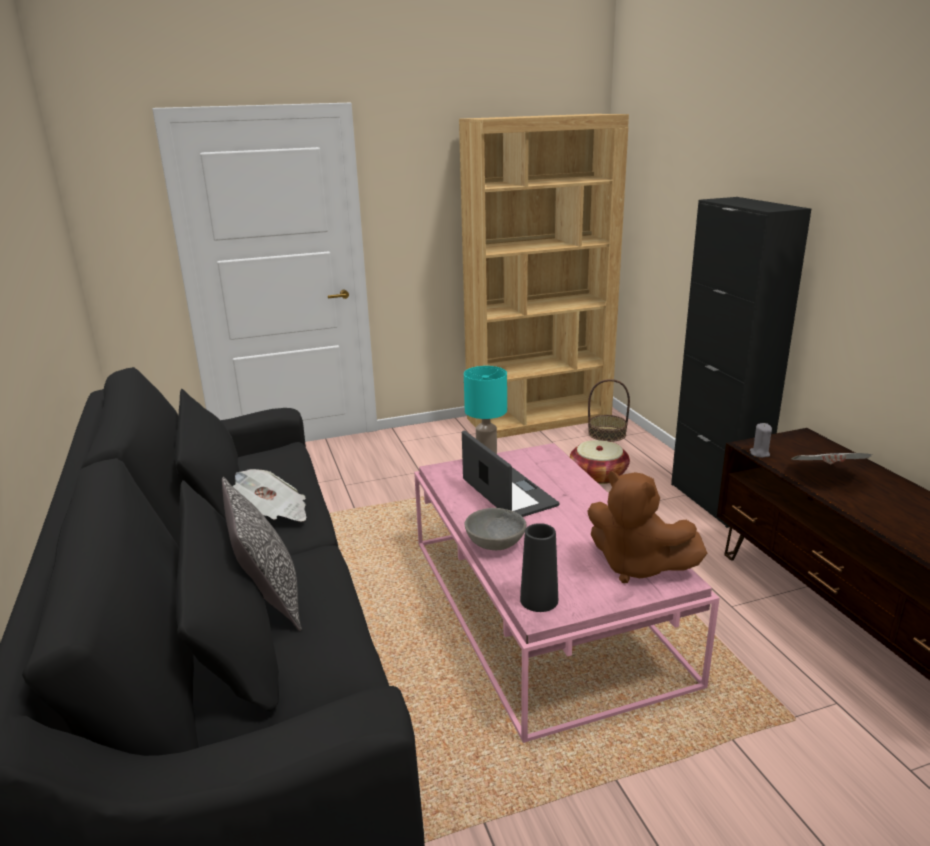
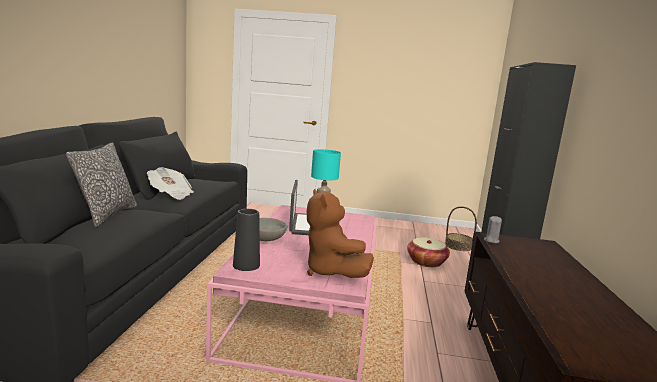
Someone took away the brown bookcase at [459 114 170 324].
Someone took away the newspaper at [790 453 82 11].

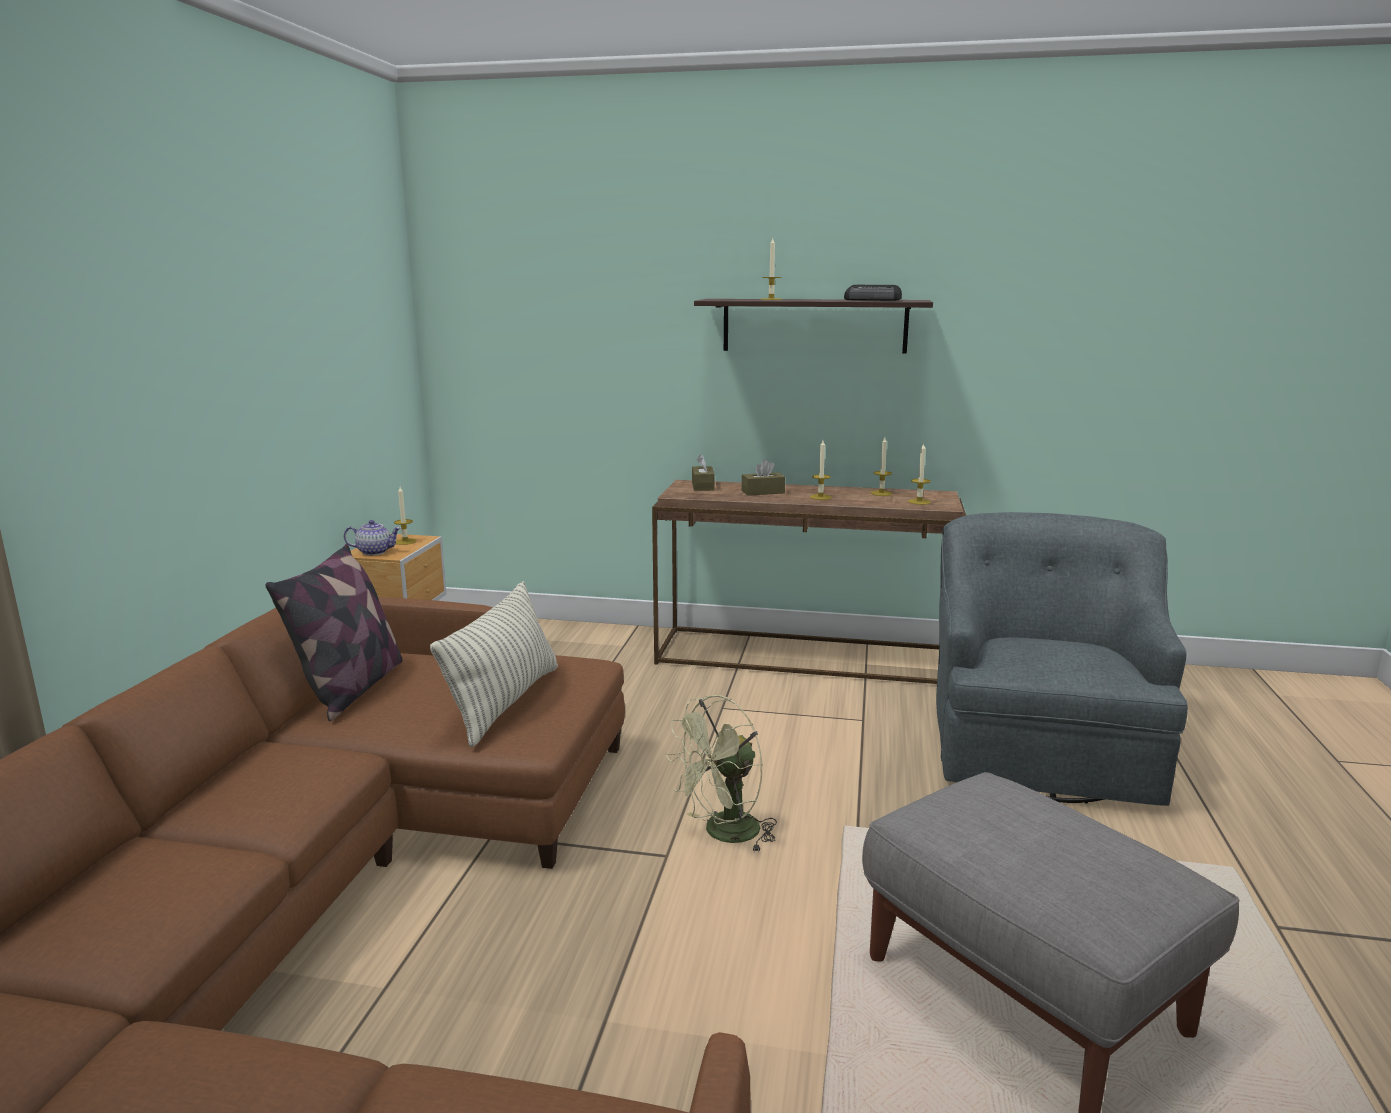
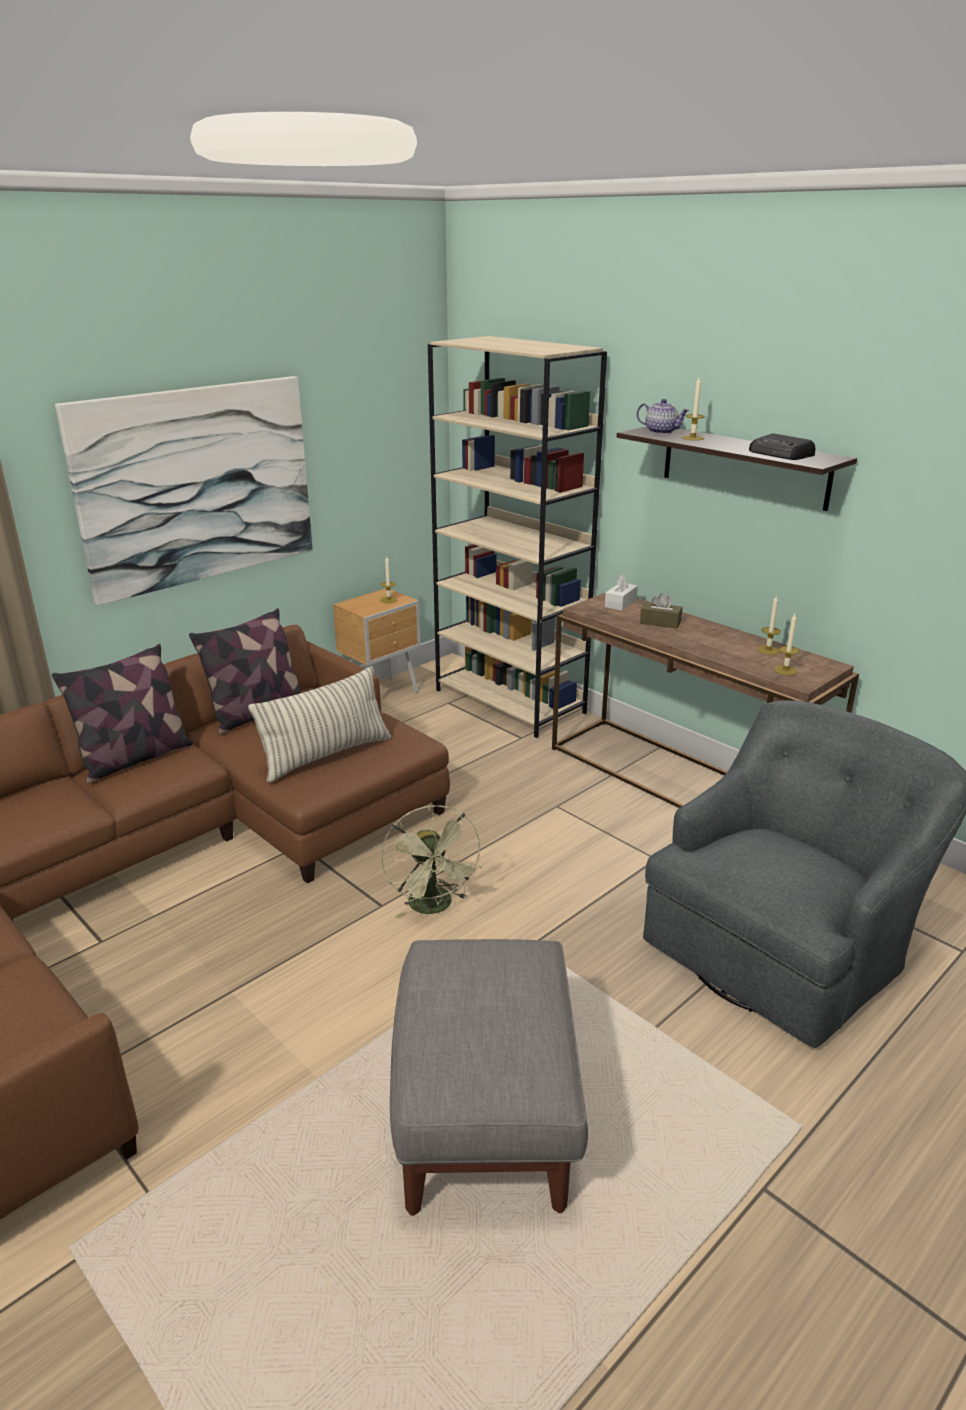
Someone took away the candle at [810 440 21 60].
Someone repainted the brown tissue box at [692 454 23 37], which became the white tissue box at [605 574 33 37].
Someone carried the teapot from [344 520 57 35] to [637 399 53 35].
Someone rotated the green fan at [666 695 111 158] by 105 degrees counterclockwise.
Someone put down the beige bookcase at [428 336 179 402].
Someone put up the picture at [55 376 258 230].
Someone put down the pillow at [52 644 141 140].

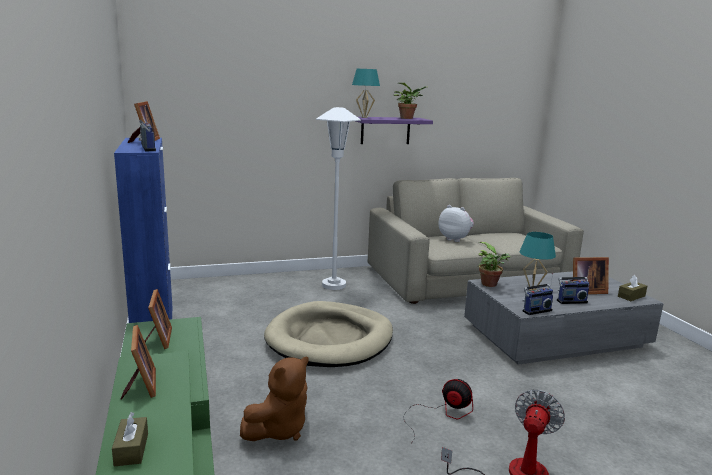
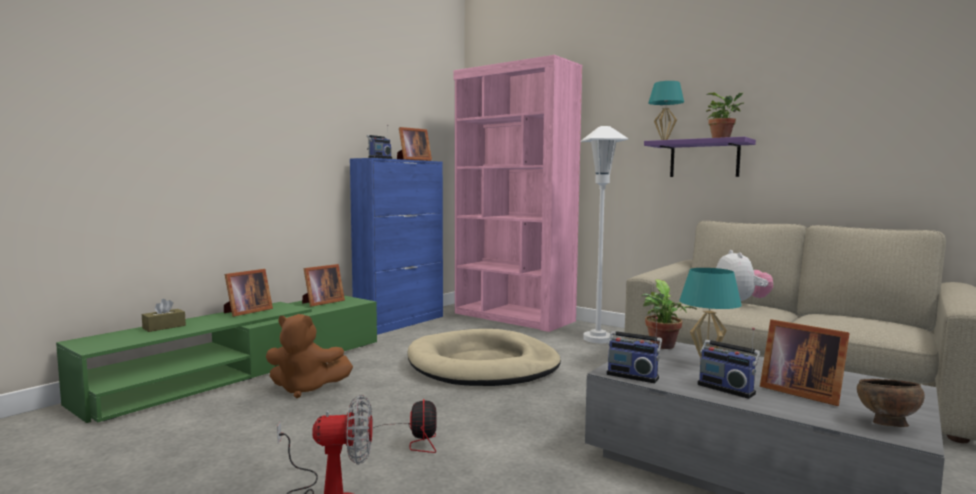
Someone swapped the brown tissue box at [618 275 29 26] for the brown bowl at [857 379 68 48].
Someone put down the pink bookcase at [453 55 129 277].

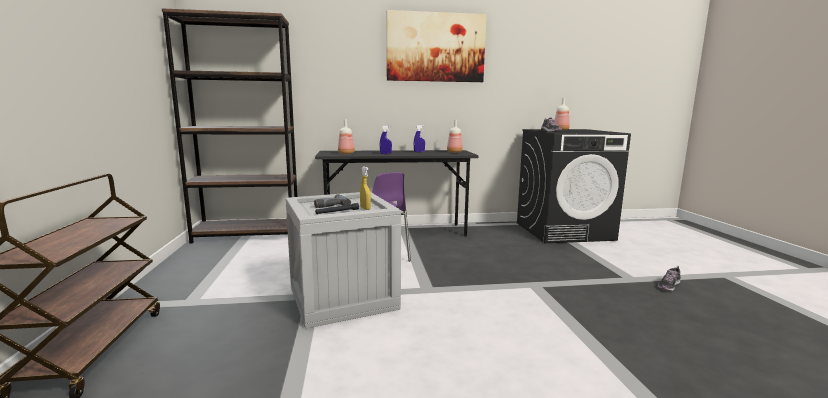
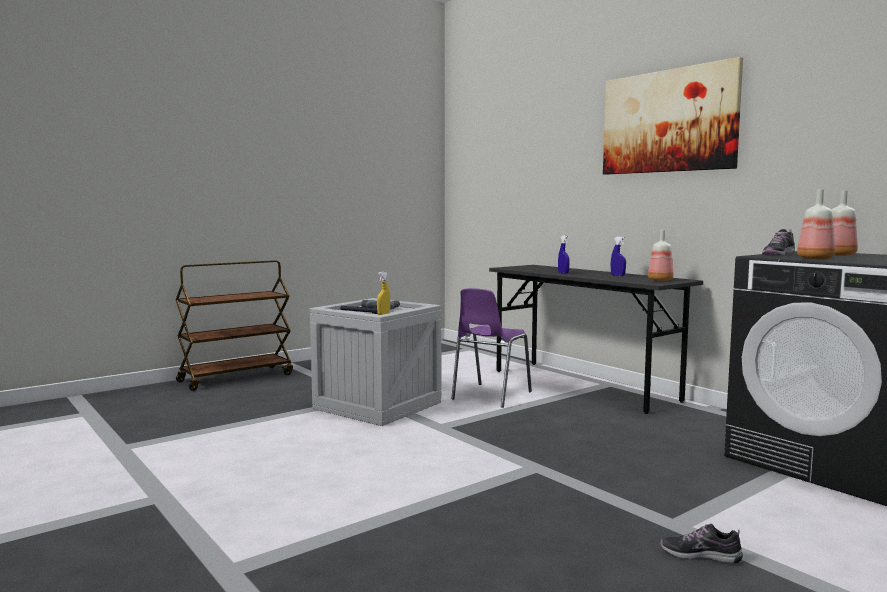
Someone took away the brown bookcase at [162 8 136 236].
Someone carried the bottle from [338 119 17 35] to [797 189 38 71].

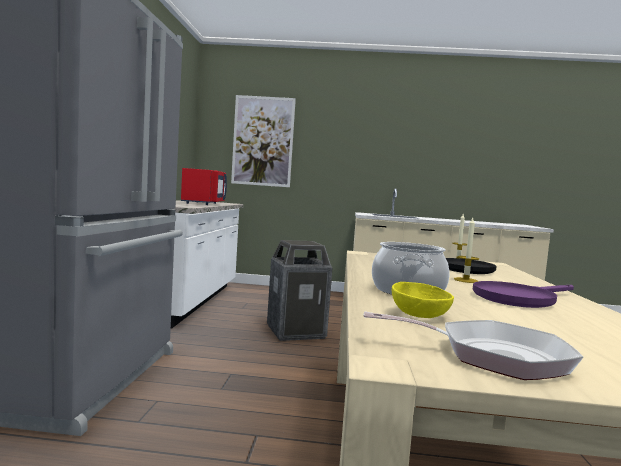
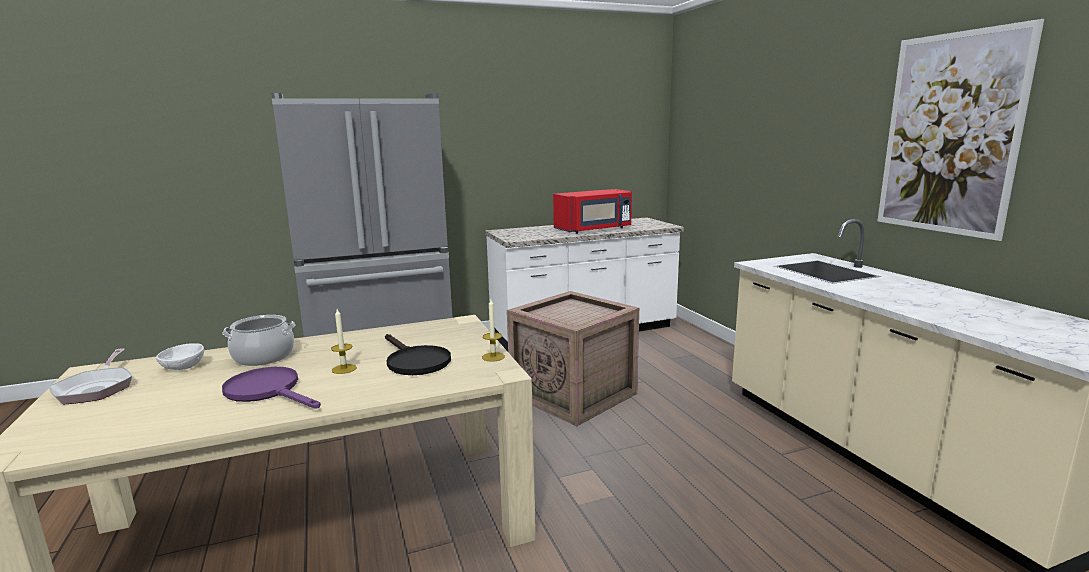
Someone carried the picture from [231 95 65 92] to [877 19 167 222].
Someone swapped the trash can at [267 240 65 101] for the crate at [507 291 132 135].
Someone repainted the yellow bowl at [392 282 62 36], which became the white bowl at [156 343 48 27].

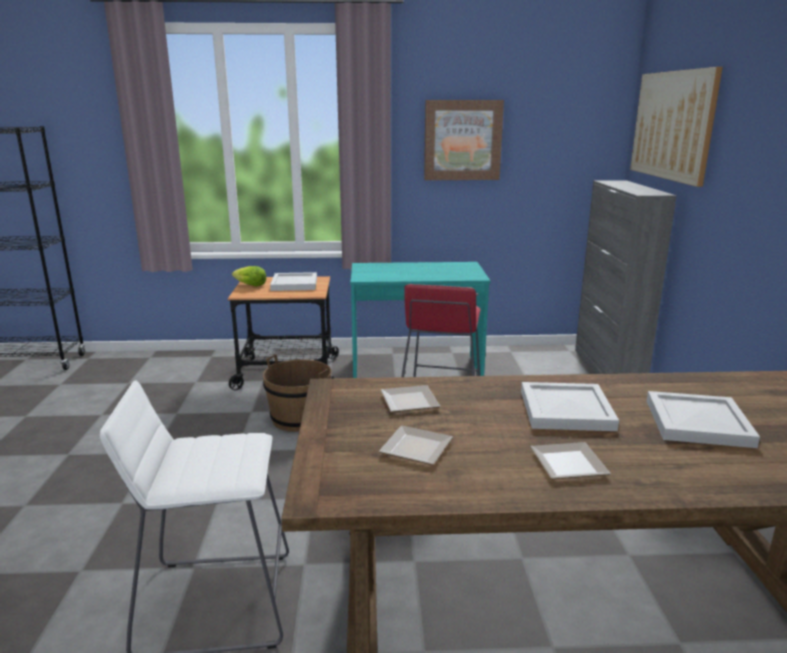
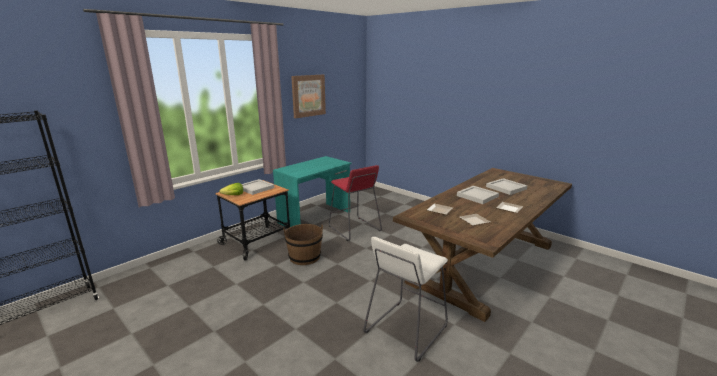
Someone took away the picture at [630 67 93 120].
Someone took away the grey cabinet at [575 180 102 194].

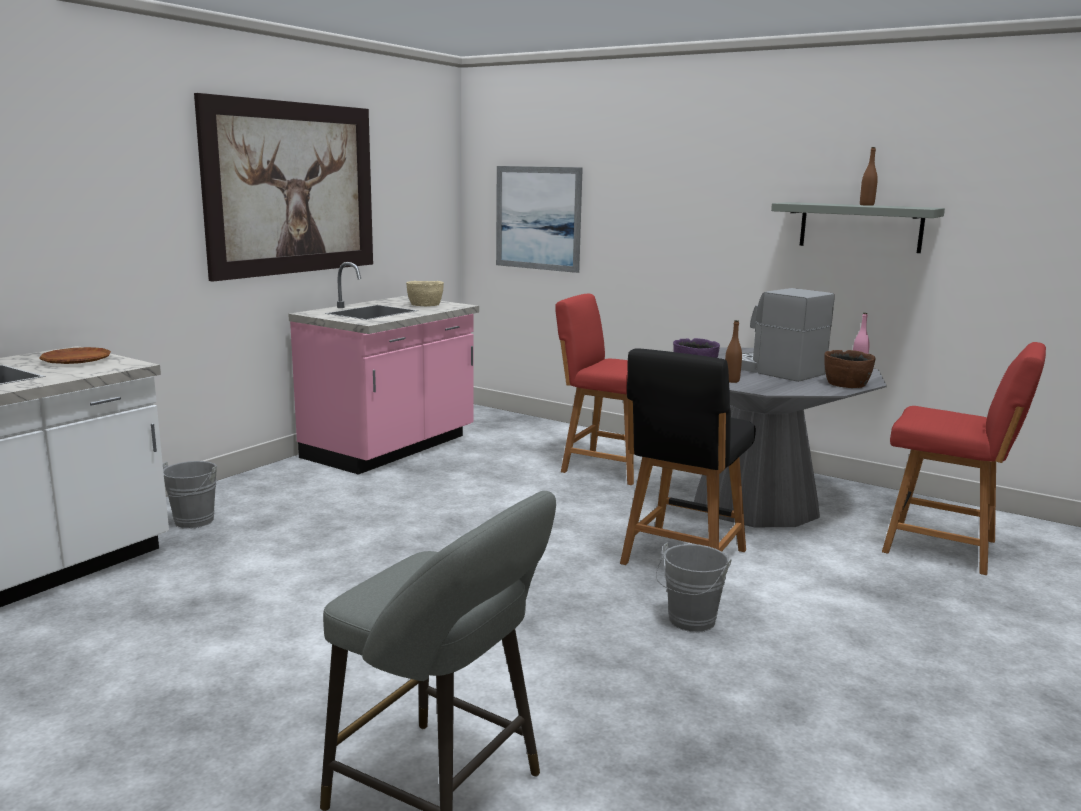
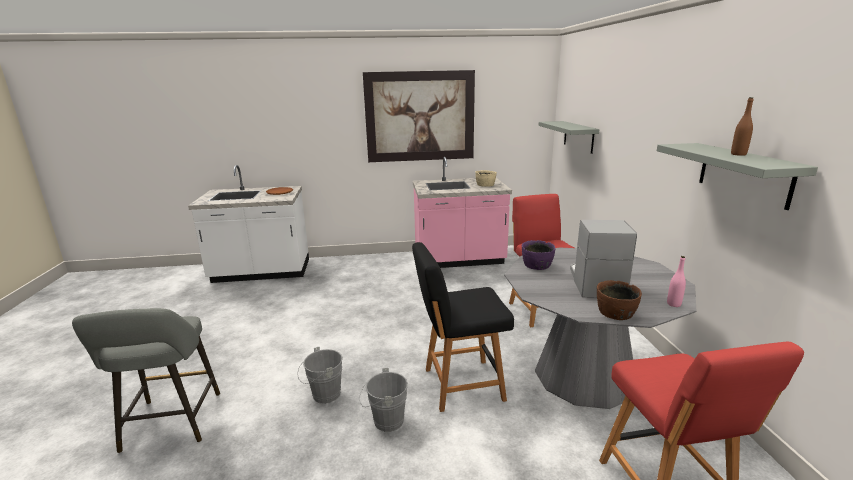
Someone swapped the picture at [496 166 87 107] for the grey shelf at [538 121 62 33].
Someone took away the brown bottle at [725 320 17 63].
Someone carried the grey bucket from [163 461 54 68] to [298 347 45 57].

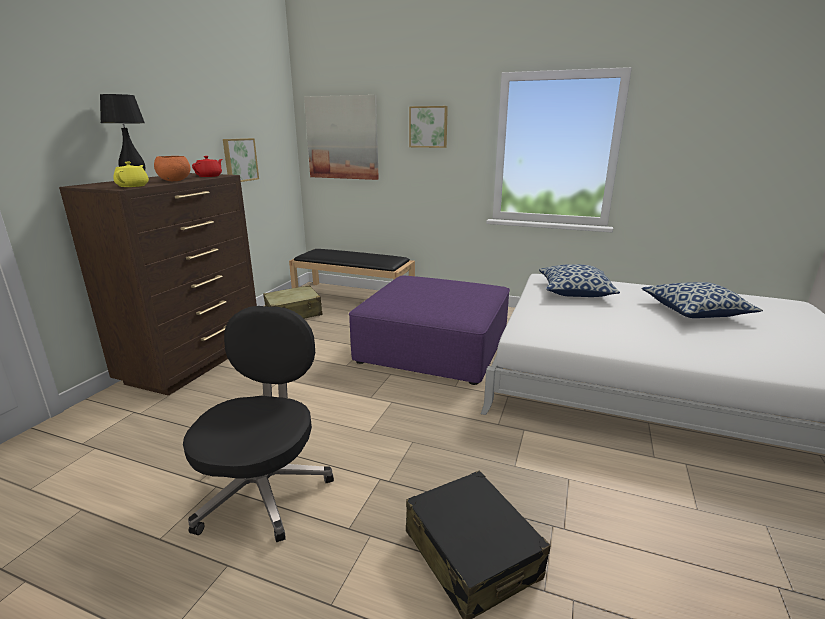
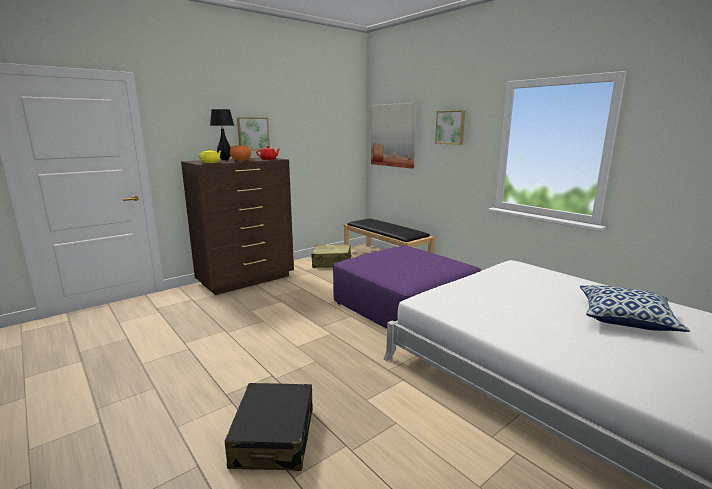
Someone carried the picture from [223 138 36 44] to [237 117 33 34].
Someone took away the pillow at [539 264 81 33].
Someone took away the black office chair at [183 306 151 236].

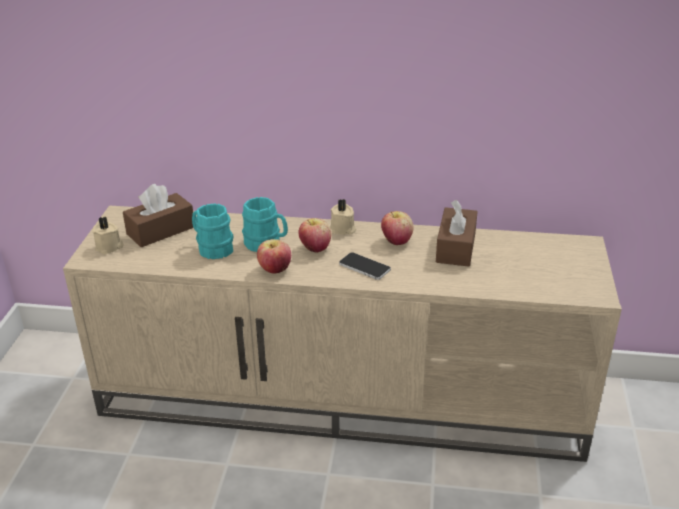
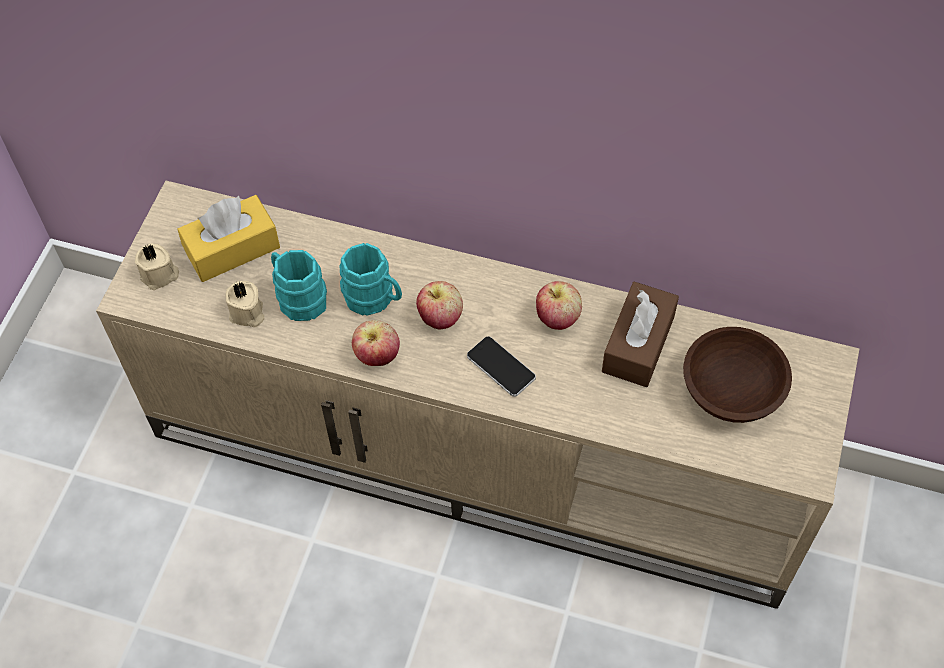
Someone repainted the brown tissue box at [123 184 70 63], which became the yellow tissue box at [177 195 103 87].
Someone carried the beige candle from [330 199 26 36] to [226 281 38 46].
Someone put down the brown bowl at [683 327 109 96].

